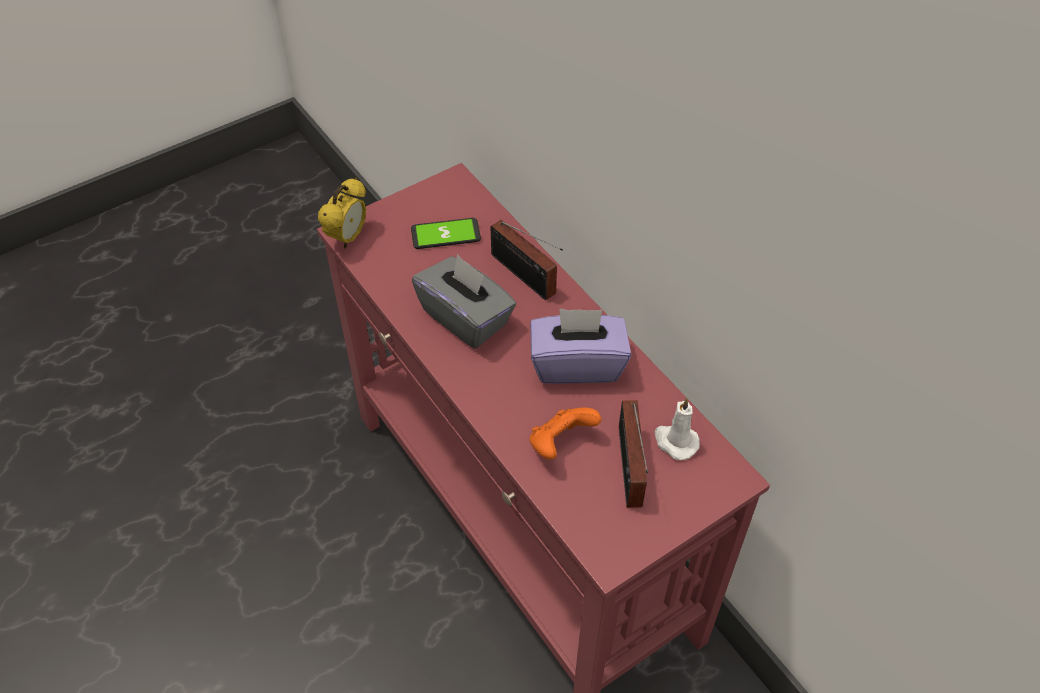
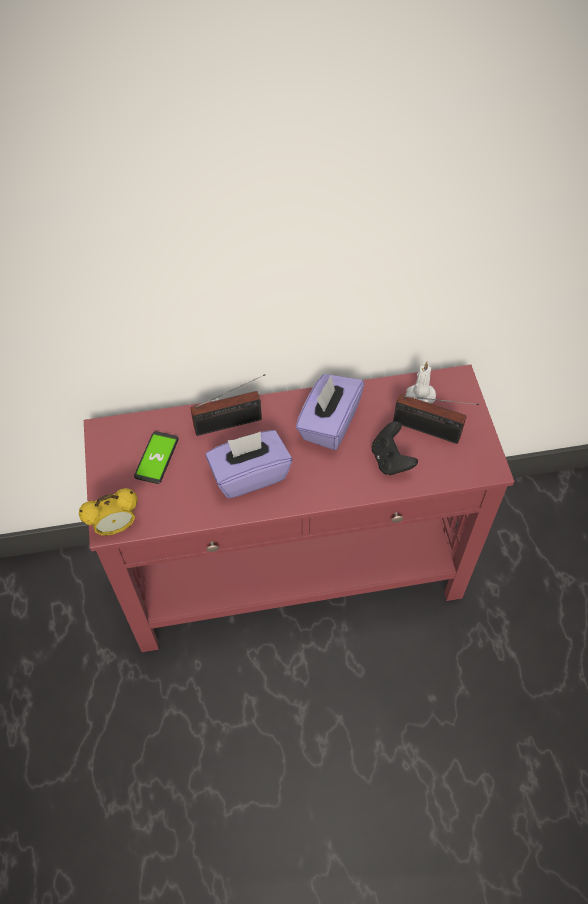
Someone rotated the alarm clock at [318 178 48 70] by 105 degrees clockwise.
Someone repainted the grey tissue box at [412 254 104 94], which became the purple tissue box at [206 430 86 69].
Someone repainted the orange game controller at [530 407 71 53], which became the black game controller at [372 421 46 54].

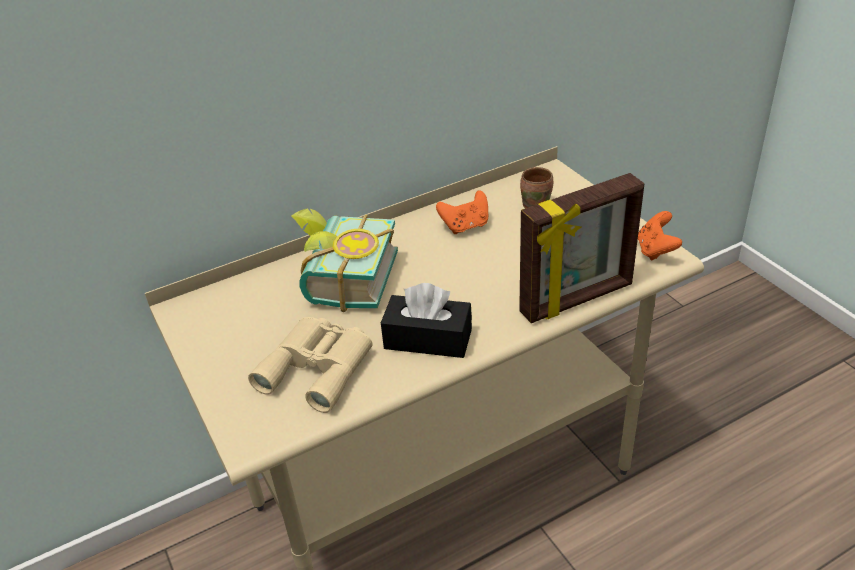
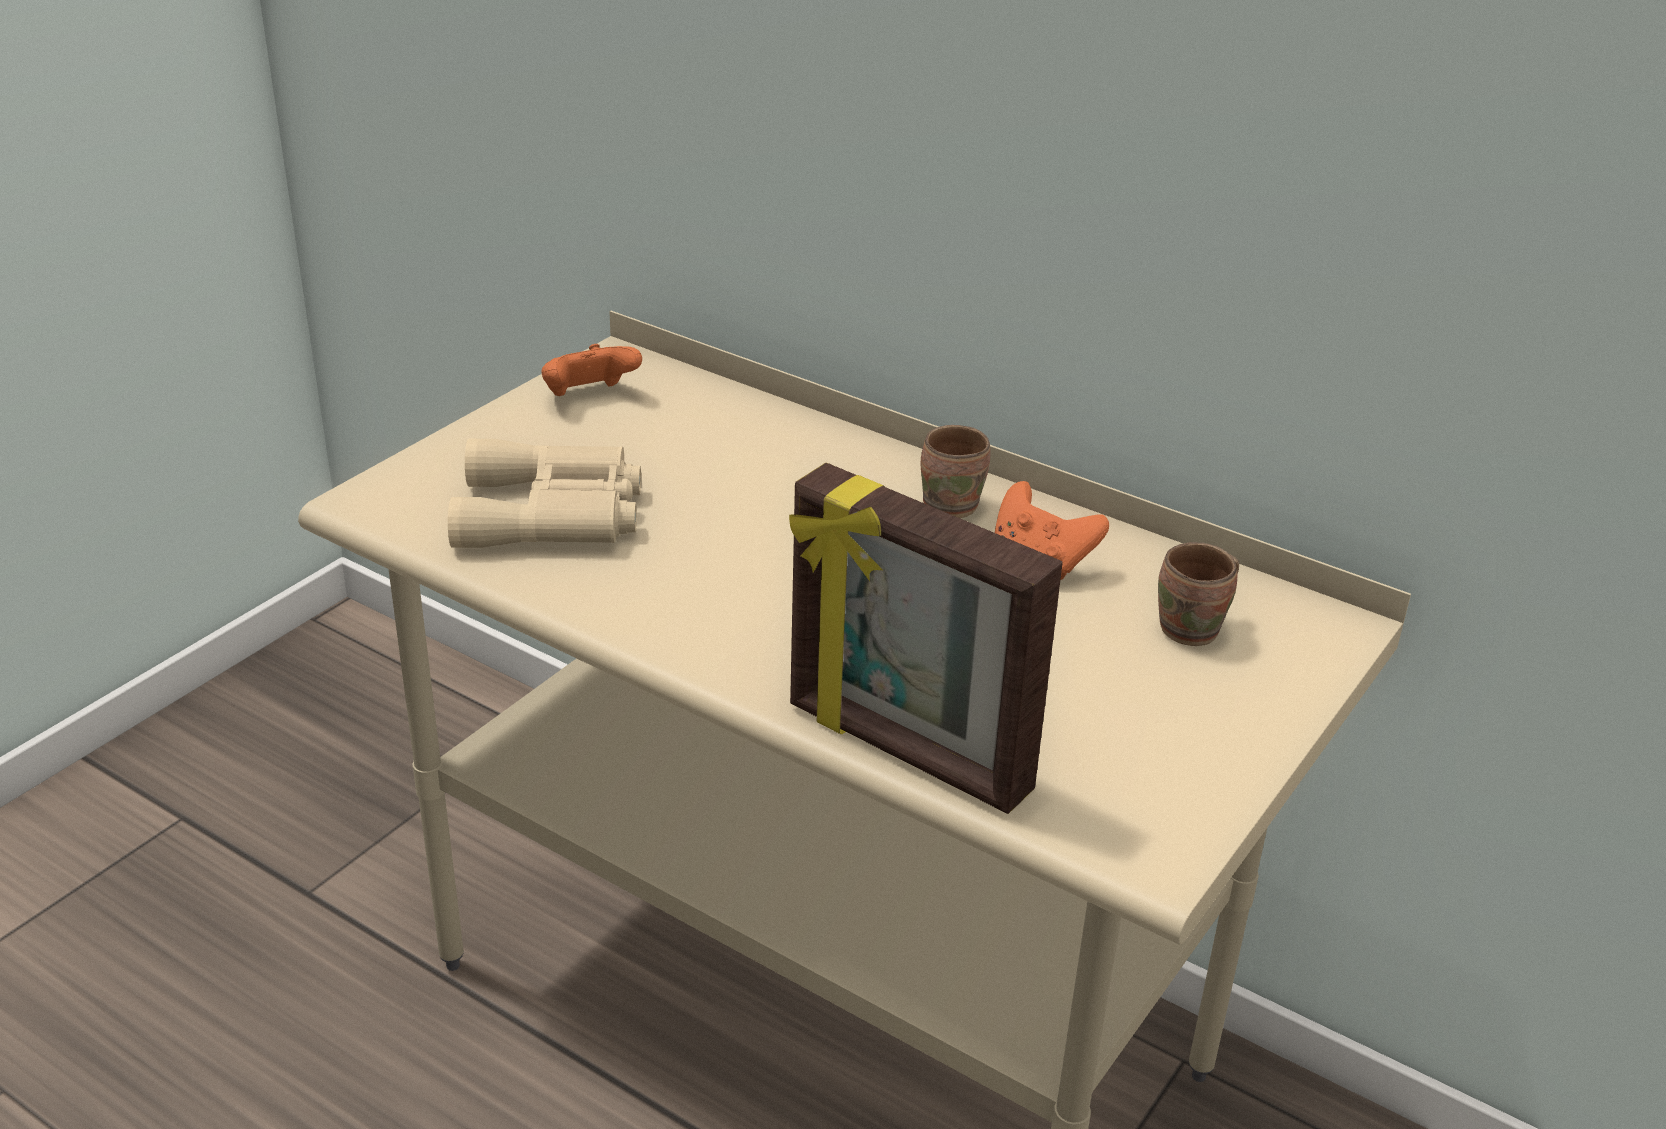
Someone took away the book at [292 208 106 104].
Someone carried the orange game controller from [638 211 44 50] to [541 344 101 52].
Someone took away the black tissue box at [381 283 91 75].
Someone put down the brown mug at [921 425 70 93].

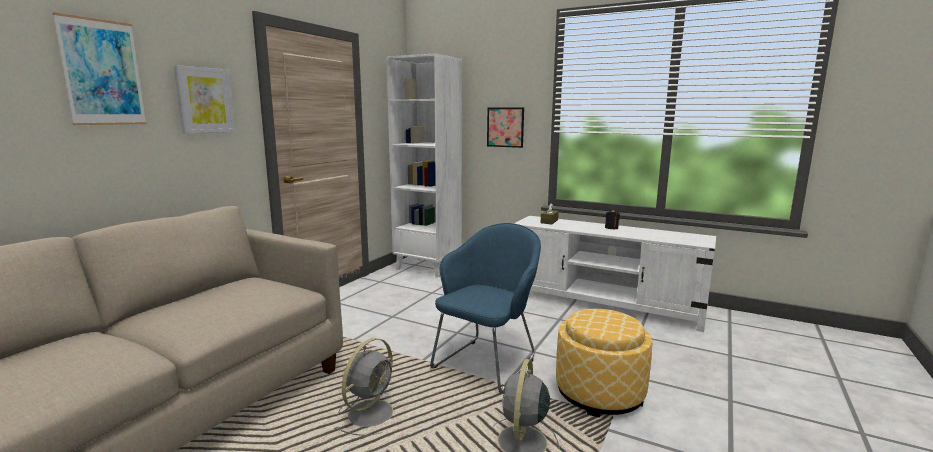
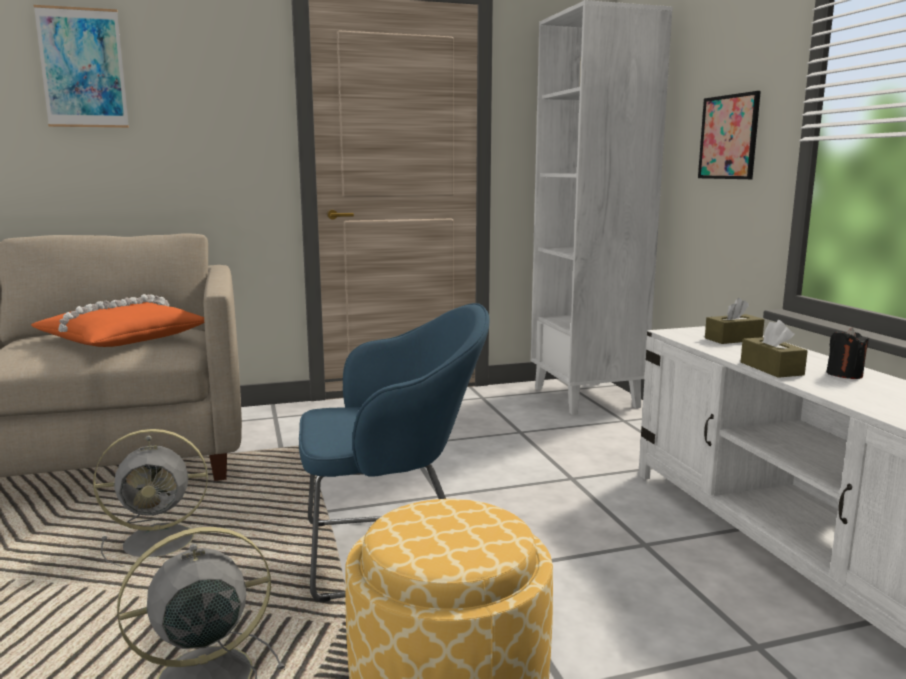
Someone took away the picture at [174 65 62 69].
Someone put down the orange pillow at [31 294 173 53].
Someone put down the brown tissue box at [741 320 67 58].

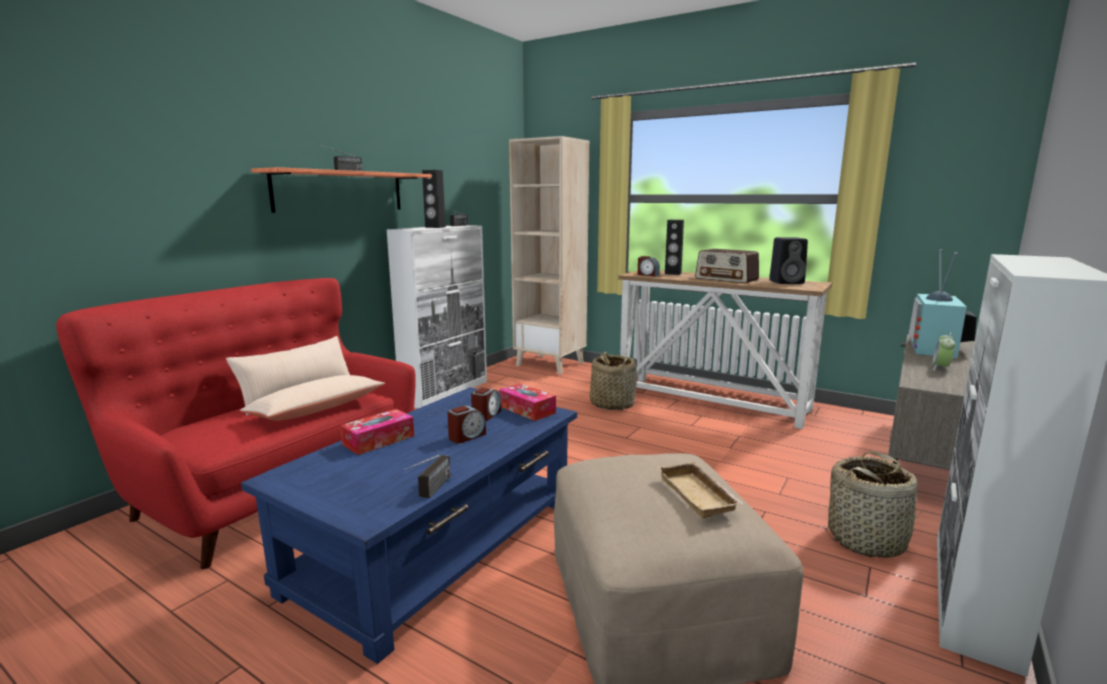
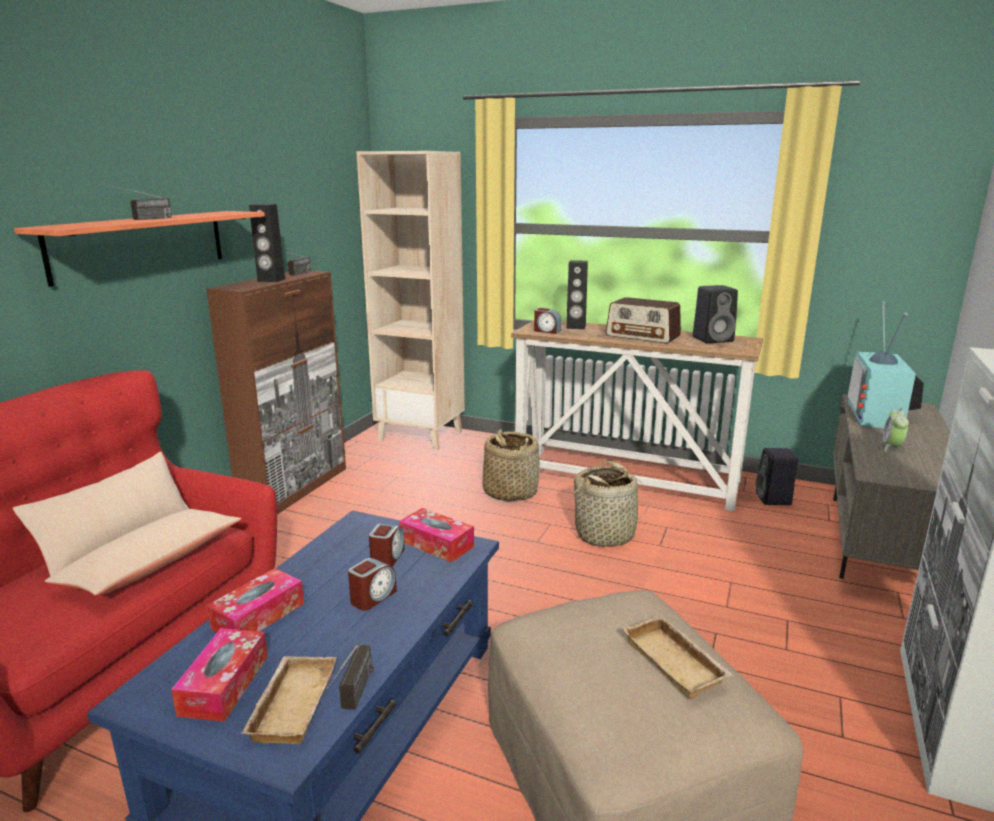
Someone repainted the white cabinet at [387 225 100 183], which became the brown cabinet at [206 271 140 243].
Someone carried the basket from [824 451 100 107] to [570 461 79 86].
Someone put down the black speaker at [756 448 42 57].
Someone put down the tissue box at [171 628 97 94].
Someone put down the beige tray at [241 656 96 88].

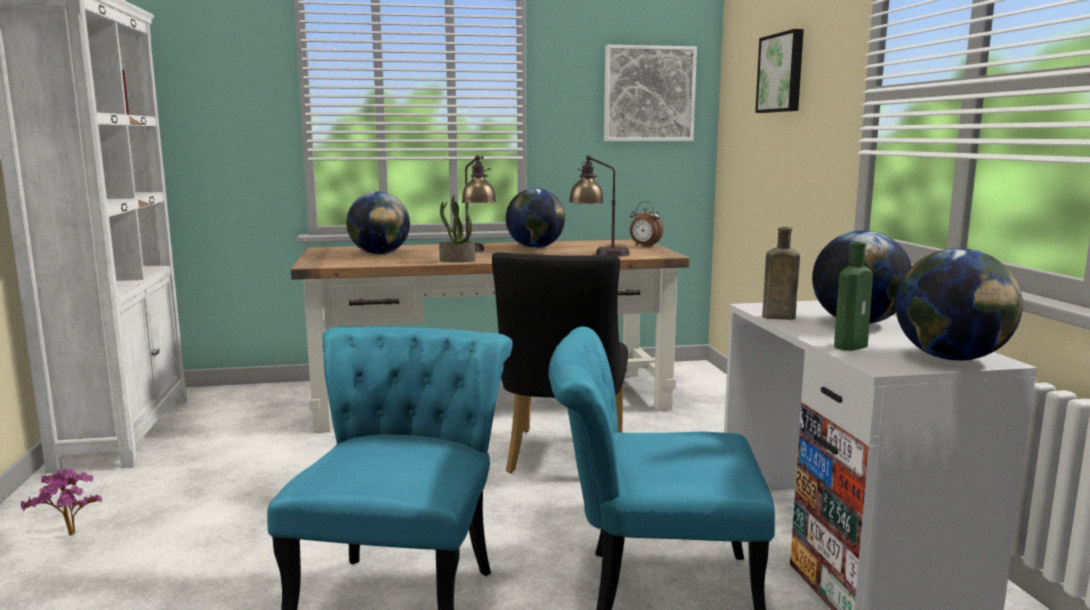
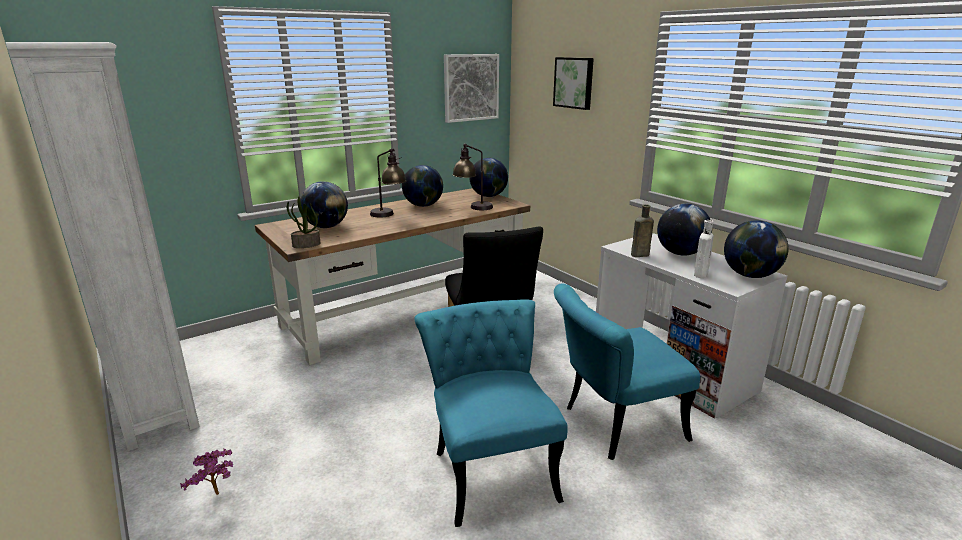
Someone carried the potted plant from [439 195 36 67] to [287 196 34 52].
Someone swapped the alarm clock at [630 202 34 45] for the globe at [469 158 39 39].
Someone repainted the green bottle at [834 242 39 109], which became the white bottle at [694 220 20 58].

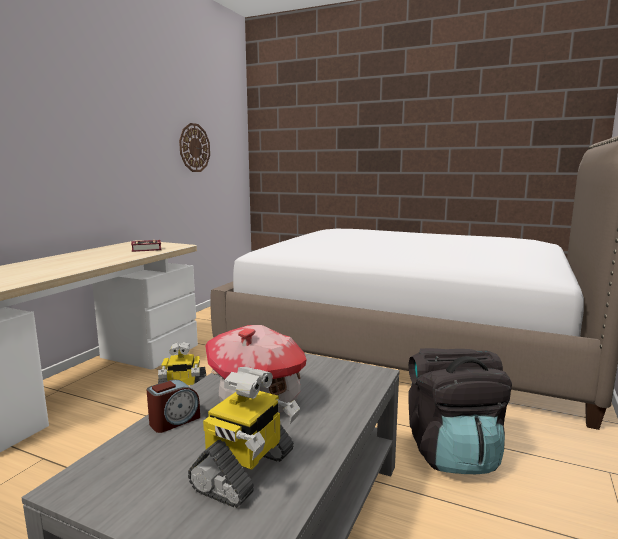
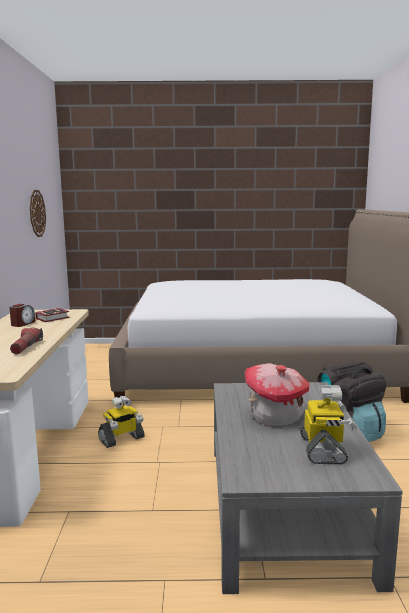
Someone carried the alarm clock from [147 379 53 54] to [9 304 27 23].
Someone put down the flashlight at [10 327 33 27].

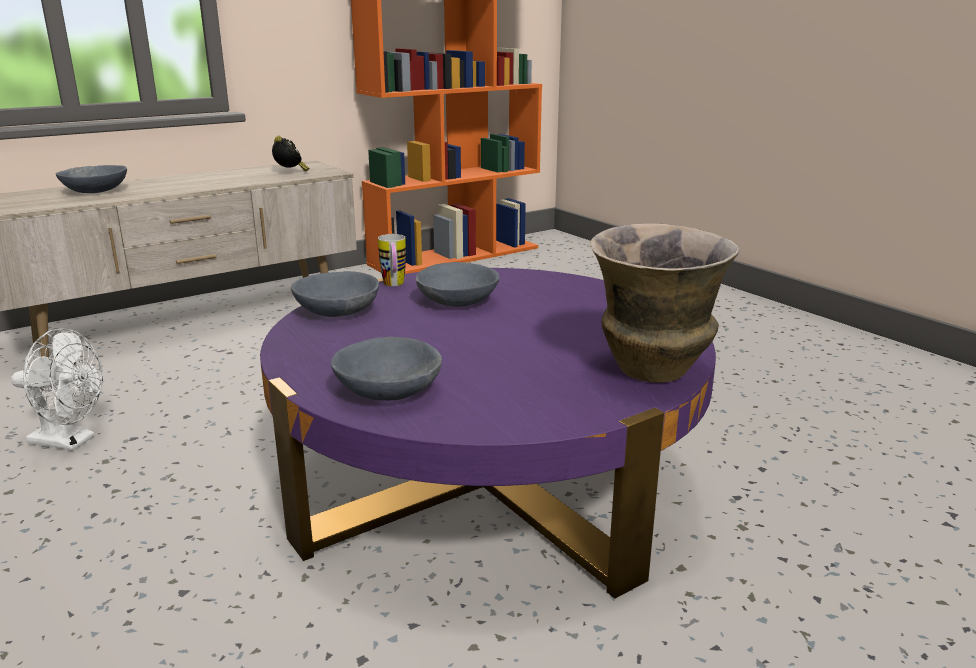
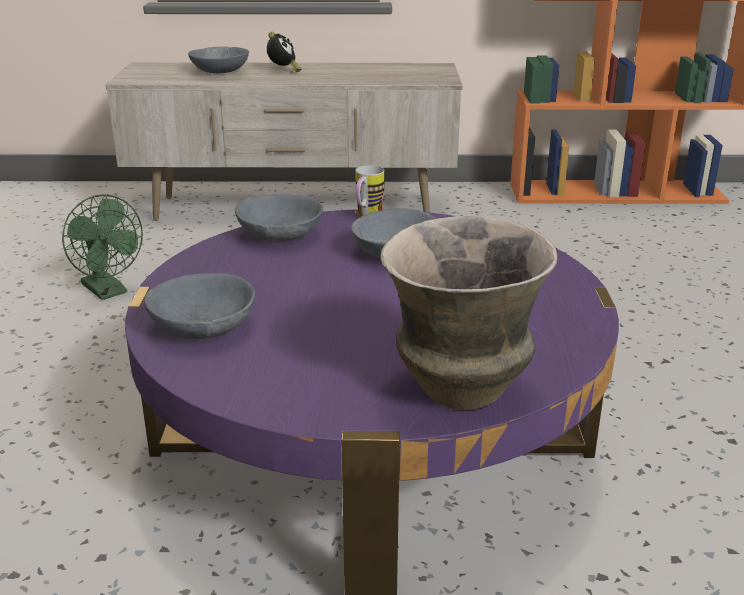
Someone carried the alarm clock from [272 136 37 36] to [267 32 34 40].
Someone repainted the white fan at [11 328 92 123], which became the green fan at [62 194 81 106].

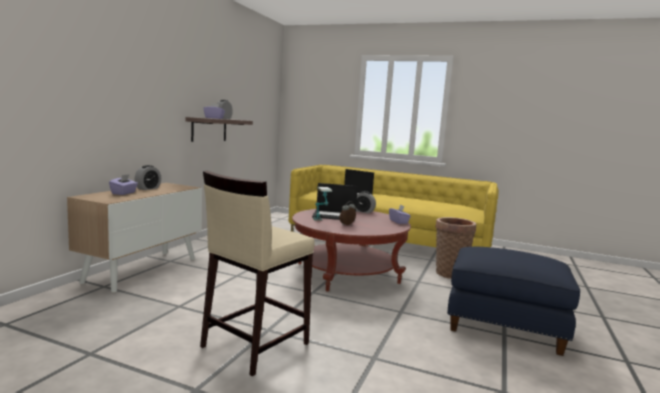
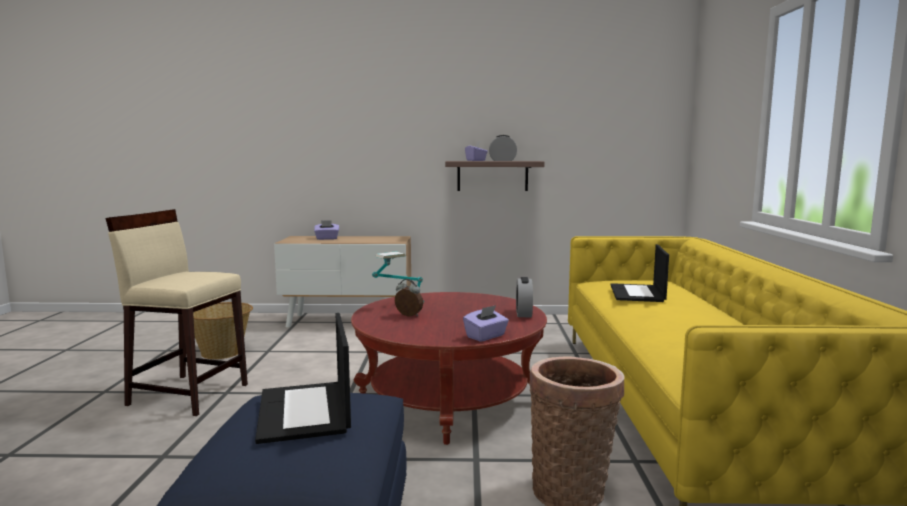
Someone took away the alarm clock at [134 165 27 25].
Someone carried the laptop from [312 183 46 38] to [255 313 96 131].
Someone put down the basket at [193 302 60 57].

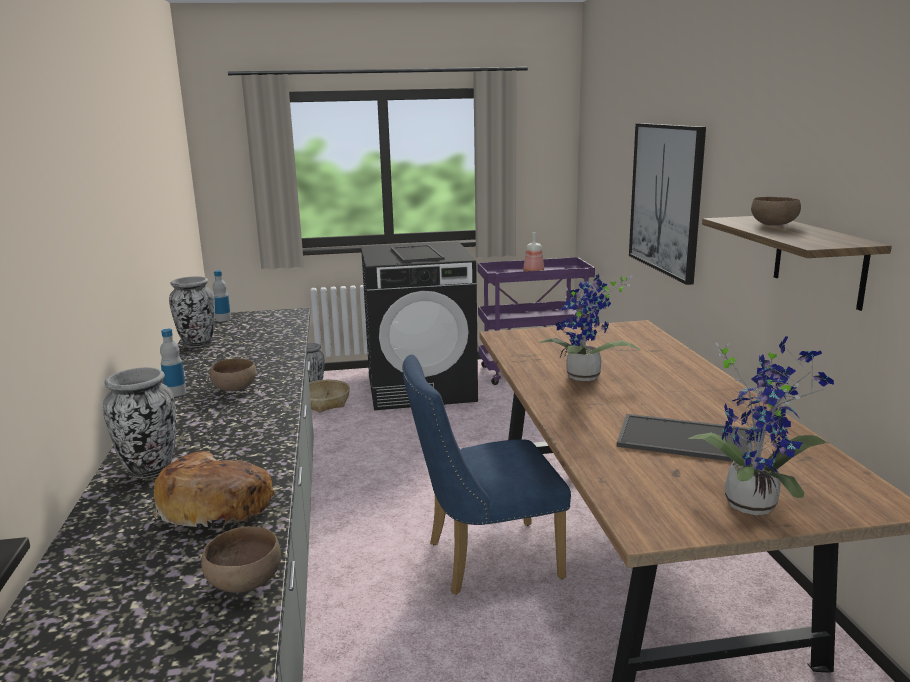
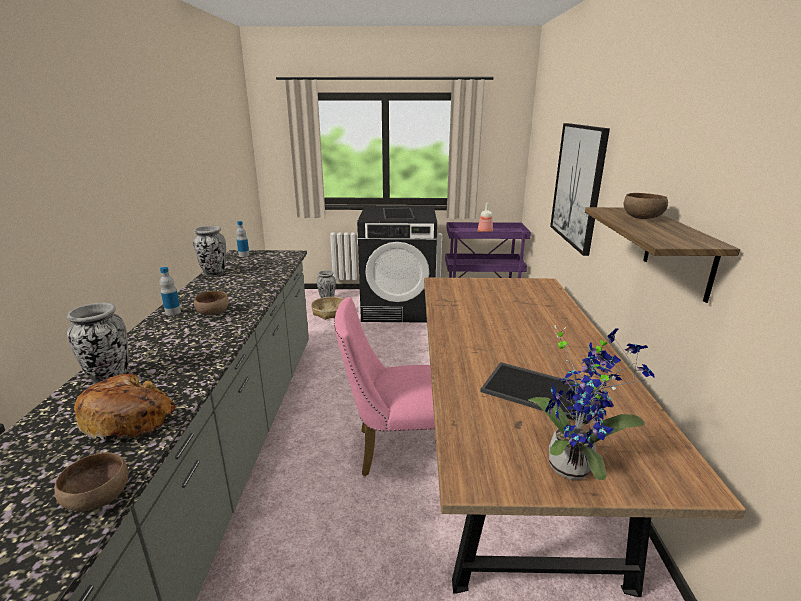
Someone took away the potted plant at [540 274 101 107].
Someone repainted the blue chair at [402 354 169 241], which became the pink chair at [334 297 101 179].

